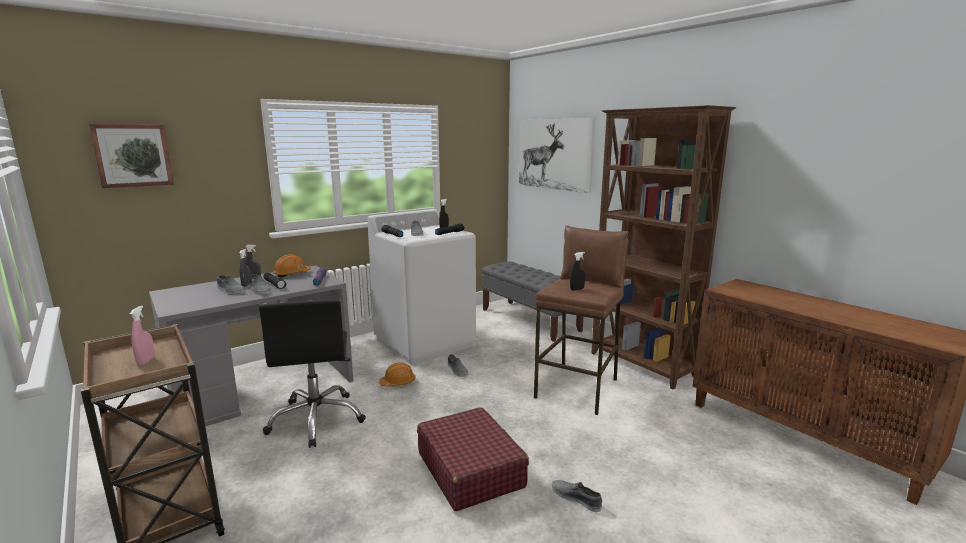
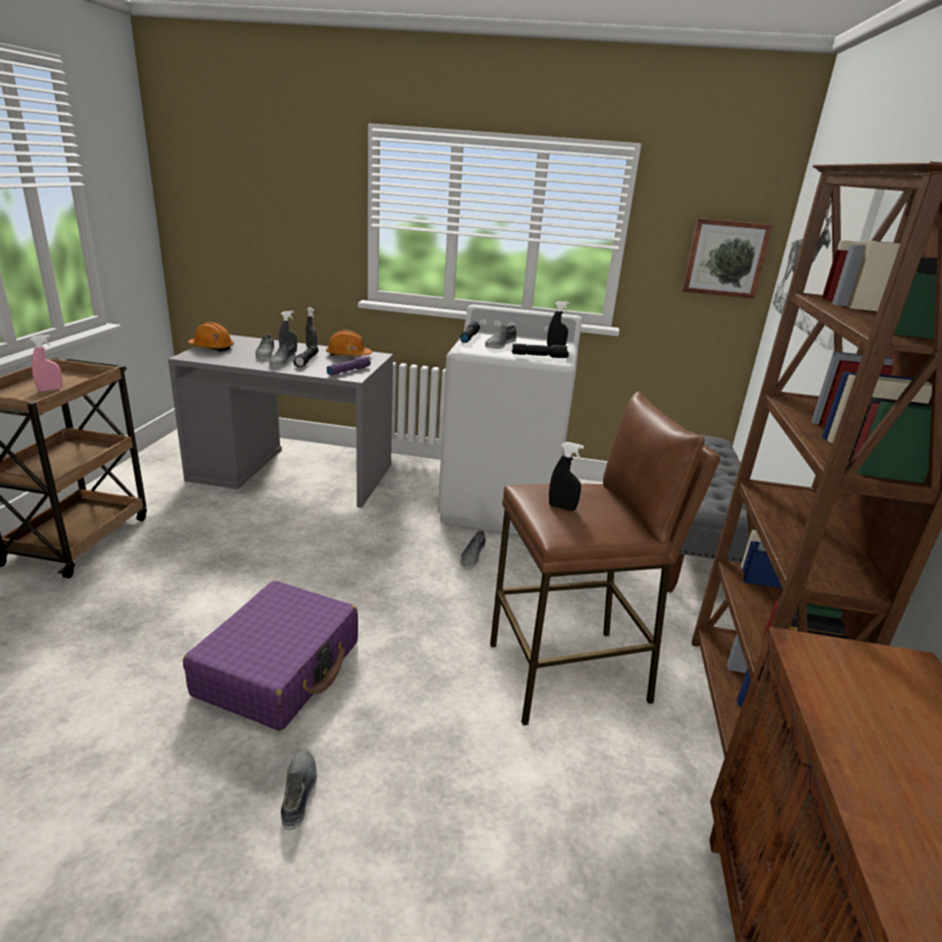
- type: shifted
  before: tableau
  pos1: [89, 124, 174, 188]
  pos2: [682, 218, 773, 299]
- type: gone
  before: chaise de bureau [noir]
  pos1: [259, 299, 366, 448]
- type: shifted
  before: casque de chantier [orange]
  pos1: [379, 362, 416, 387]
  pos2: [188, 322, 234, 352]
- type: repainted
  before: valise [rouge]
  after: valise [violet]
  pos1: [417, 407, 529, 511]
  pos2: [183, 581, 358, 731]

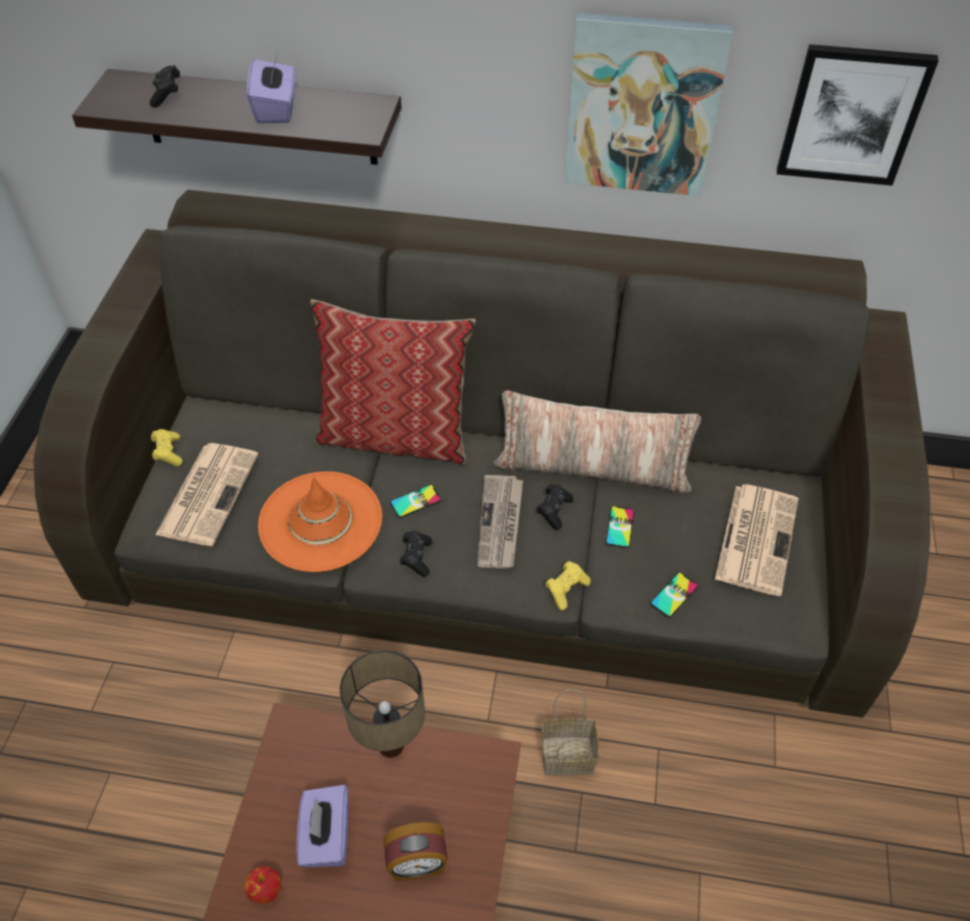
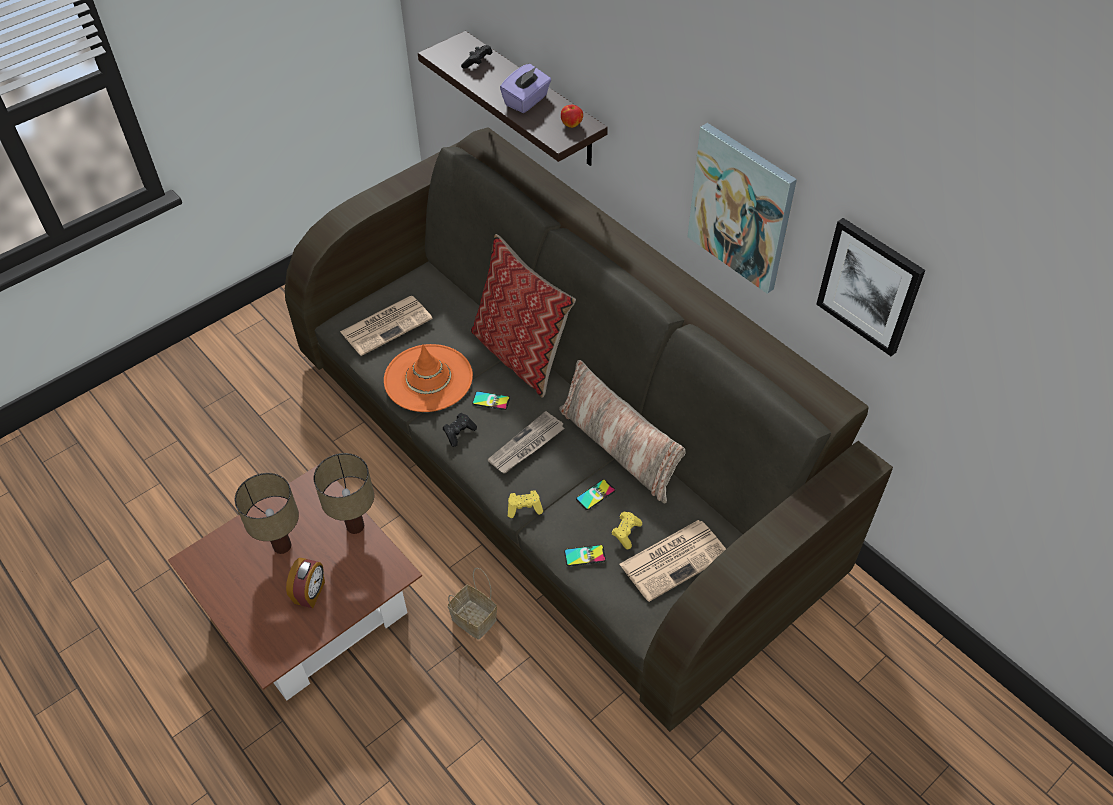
- type: shifted
  before: manette [jaune]
  pos1: [151, 429, 183, 466]
  pos2: [612, 512, 642, 549]
- type: shifted
  before: pomme
  pos1: [244, 866, 281, 904]
  pos2: [561, 105, 583, 128]
- type: swapped
  before: boîte à mouchoirs [violet]
  after: lampe de table
  pos1: [297, 785, 349, 868]
  pos2: [235, 473, 299, 554]
- type: rotated
  before: réveil
  pos1: [383, 822, 448, 882]
  pos2: [286, 558, 325, 608]
  turn: -105
- type: gone
  before: manette [noir]
  pos1: [536, 484, 573, 530]

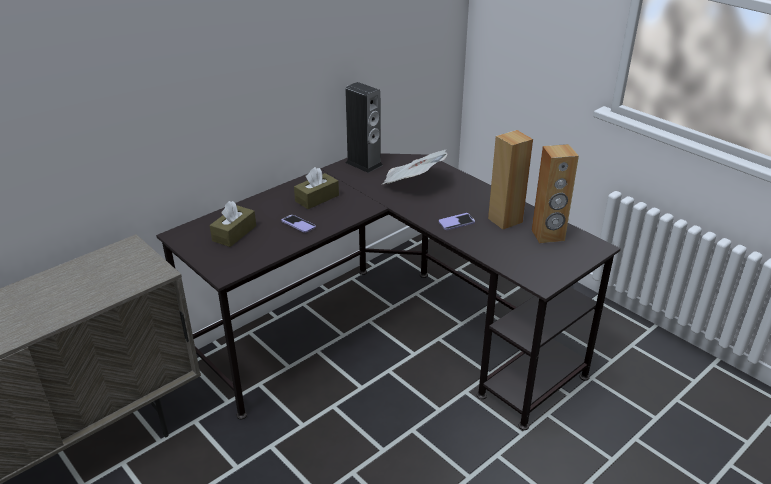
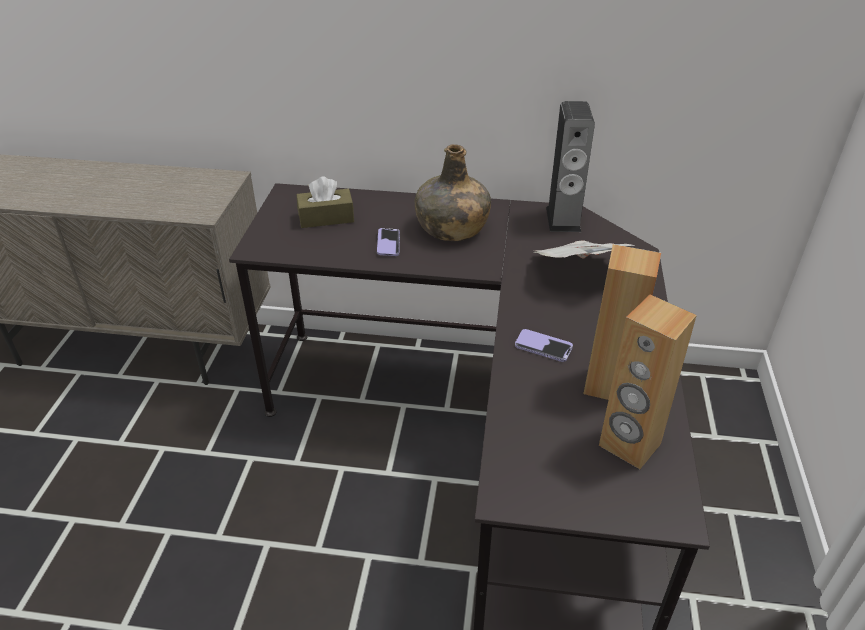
- type: swapped
  before: boîte à mouchoirs [marron]
  after: bouteille [vert]
  pos1: [294, 167, 339, 209]
  pos2: [415, 144, 491, 241]

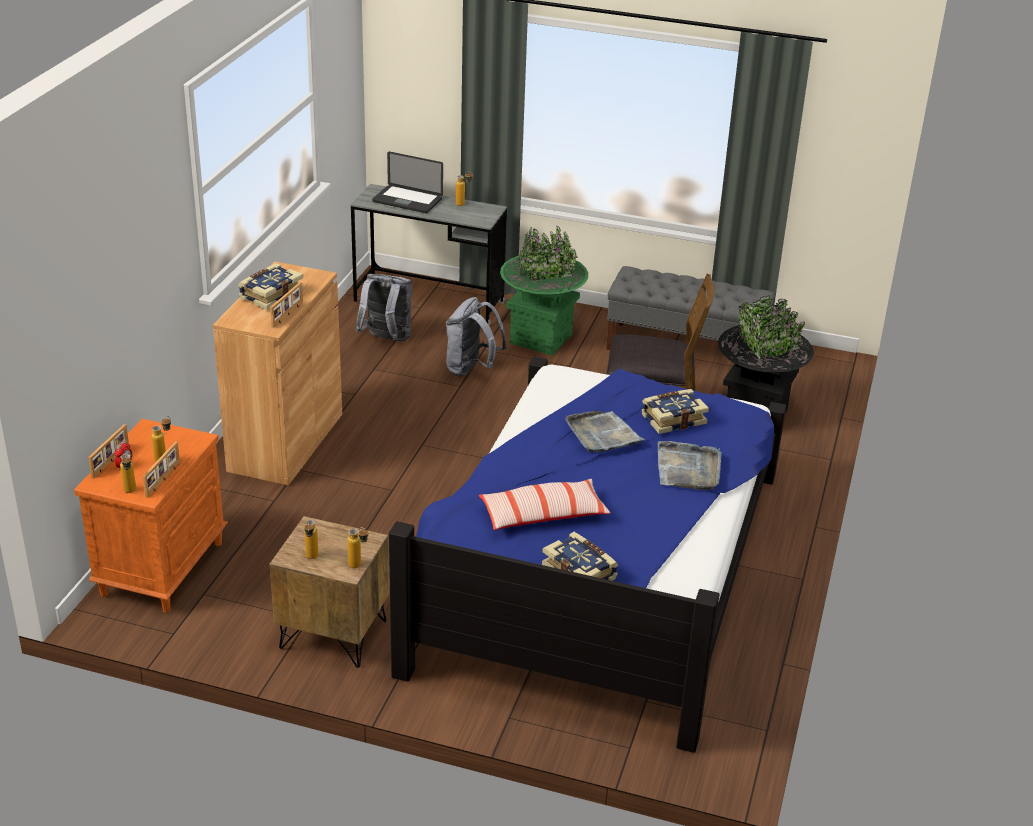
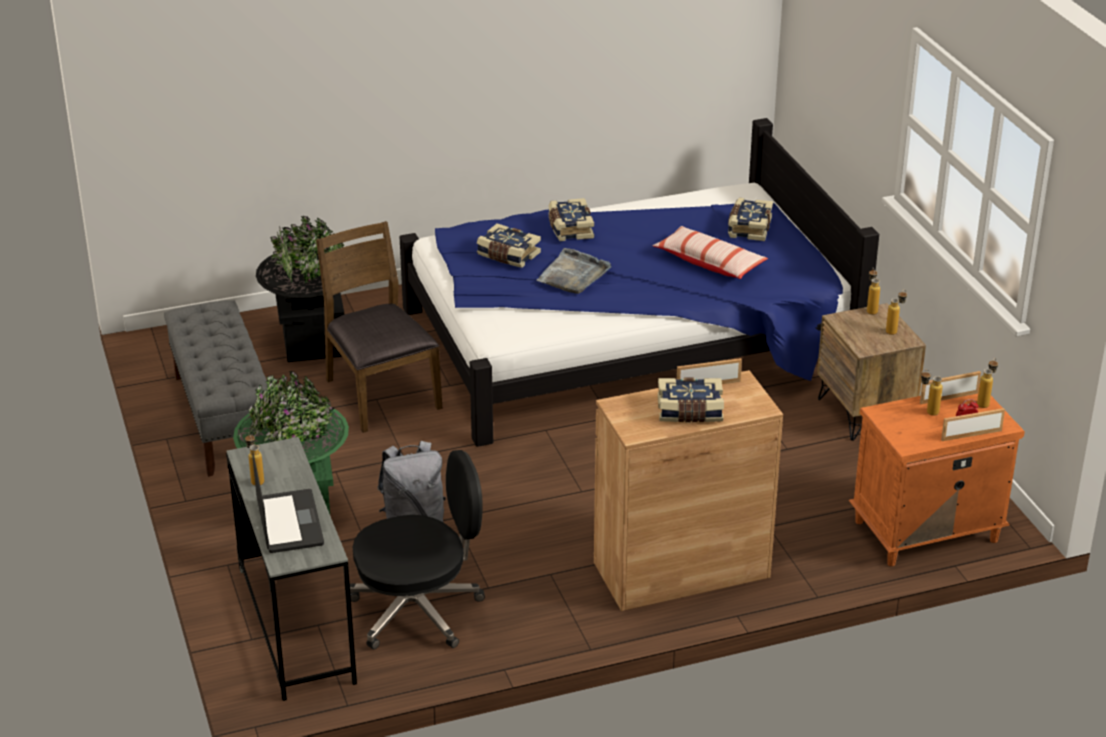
- type: swapped
  before: sac à dos [gris]
  after: chaise de bureau [noir]
  pos1: [356, 274, 412, 341]
  pos2: [350, 450, 485, 649]
- type: swapped
  before: plateau [gris]
  after: livre
  pos1: [658, 441, 722, 490]
  pos2: [549, 198, 594, 241]

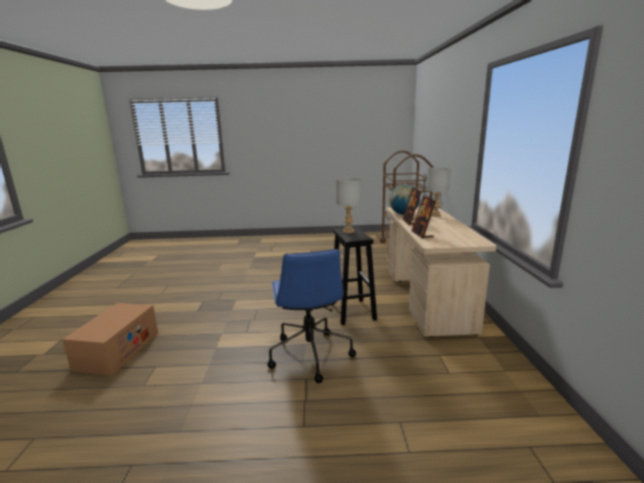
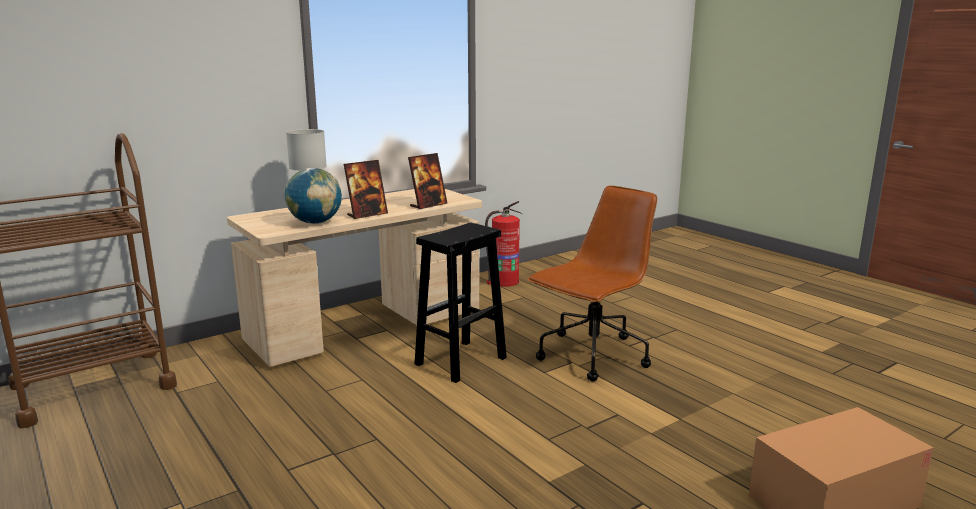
- type: repainted
  before: chaise de bureau [bleu]
  after: chaise de bureau [marron]
  pos1: [267, 249, 356, 383]
  pos2: [528, 186, 657, 381]
- type: gone
  before: lampe de table [gris]
  pos1: [336, 178, 361, 233]
- type: new
  after: extincteur
  pos2: [485, 201, 522, 287]

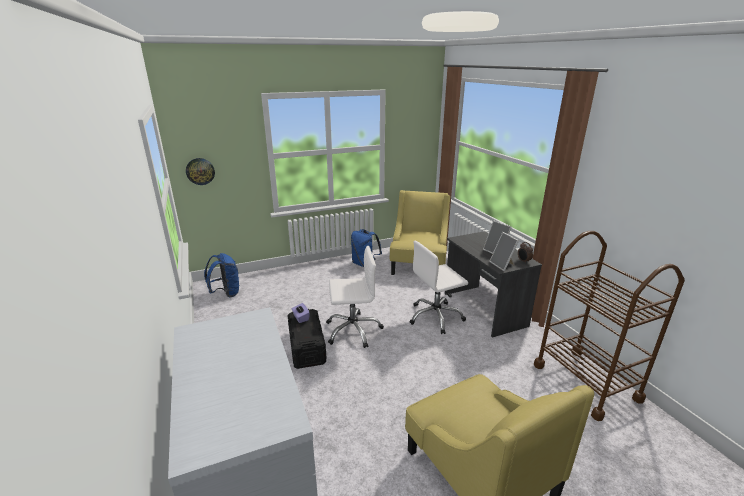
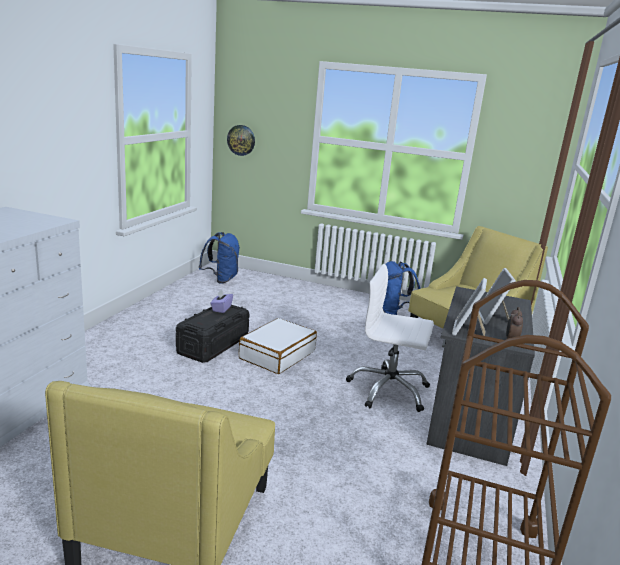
- type: swapped
  before: chaise de bureau [blanc]
  after: valise [blanc]
  pos1: [326, 246, 384, 348]
  pos2: [239, 318, 317, 374]

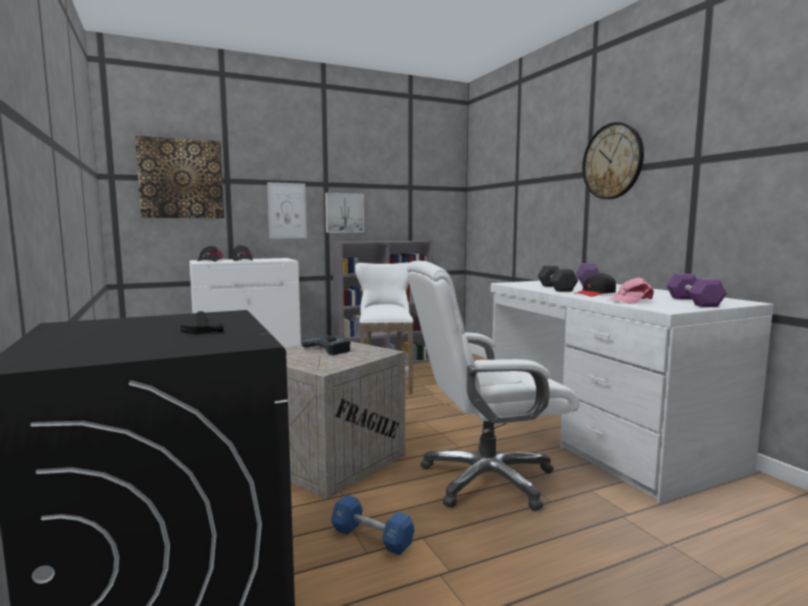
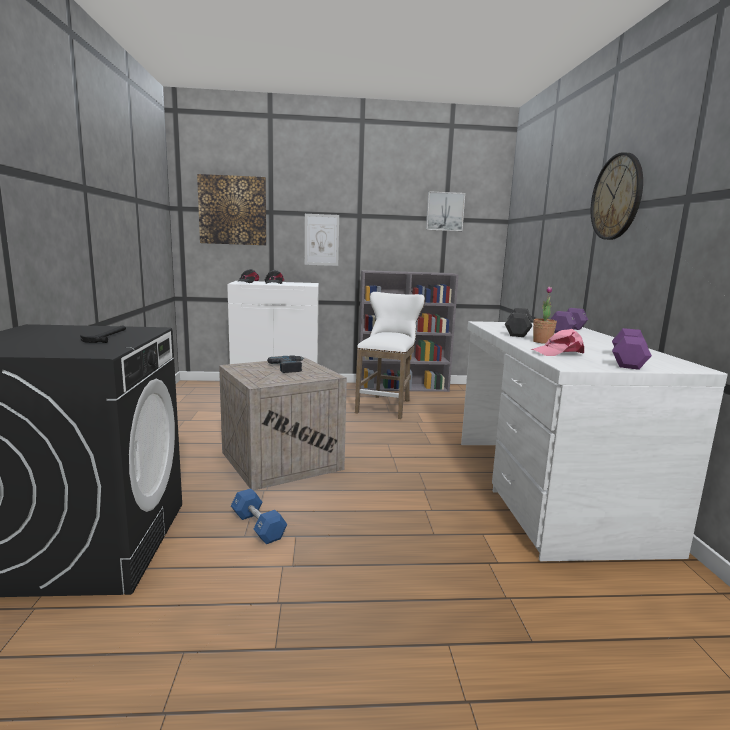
- type: shifted
  before: tableau
  pos1: [325, 193, 364, 233]
  pos2: [426, 191, 465, 231]
- type: gone
  before: chaise de bureau [blanc]
  pos1: [407, 261, 579, 511]
- type: swapped
  before: casquette [noir]
  after: plante en pot
  pos1: [574, 273, 616, 296]
  pos2: [533, 286, 557, 344]

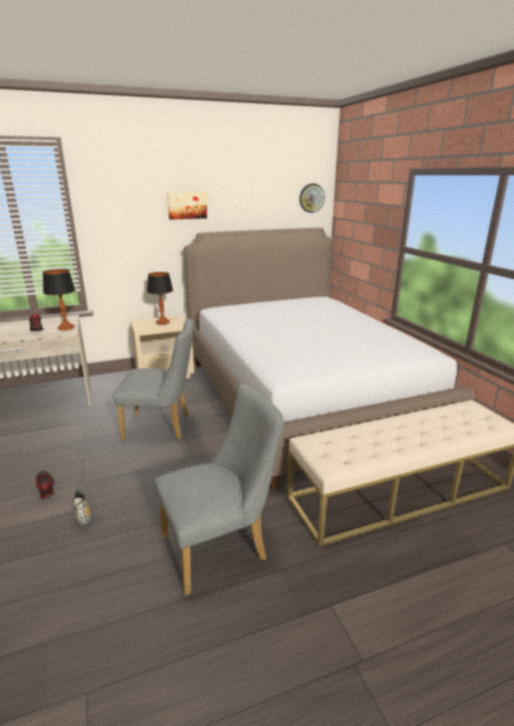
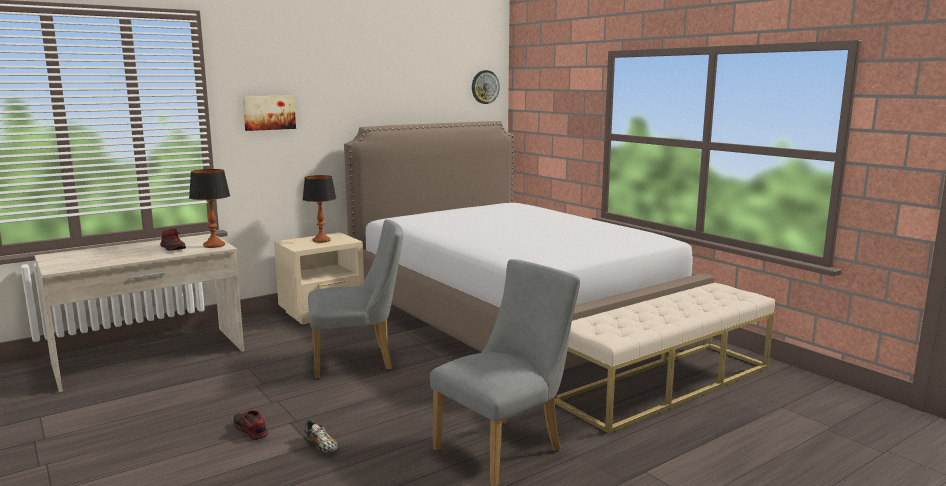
- type: shifted
  before: tableau
  pos1: [167, 192, 207, 220]
  pos2: [243, 96, 296, 131]

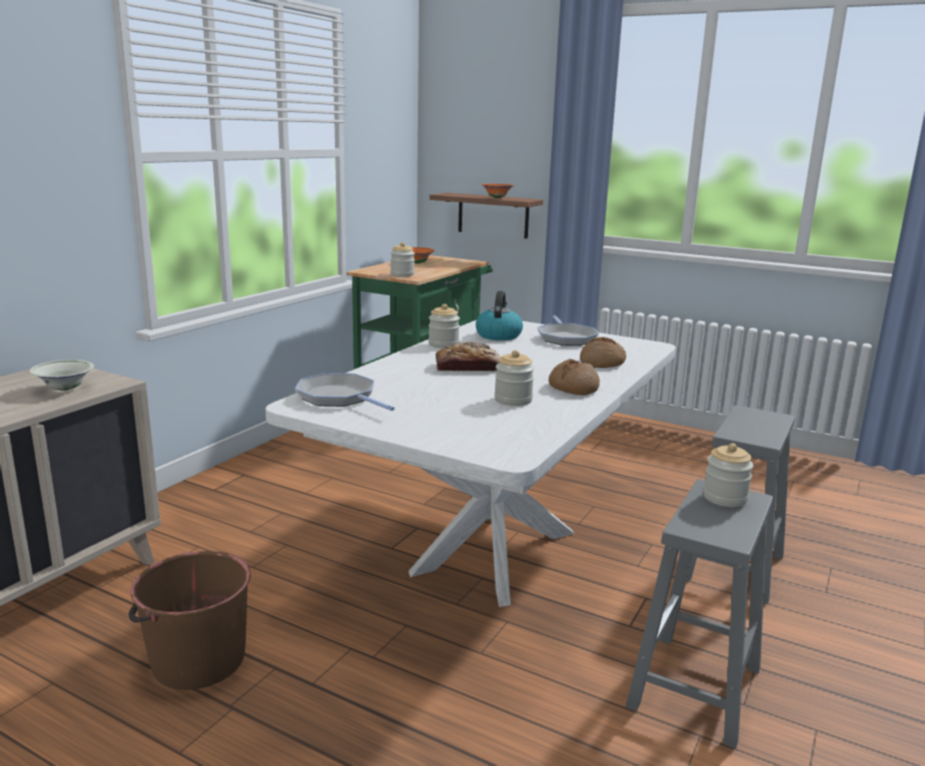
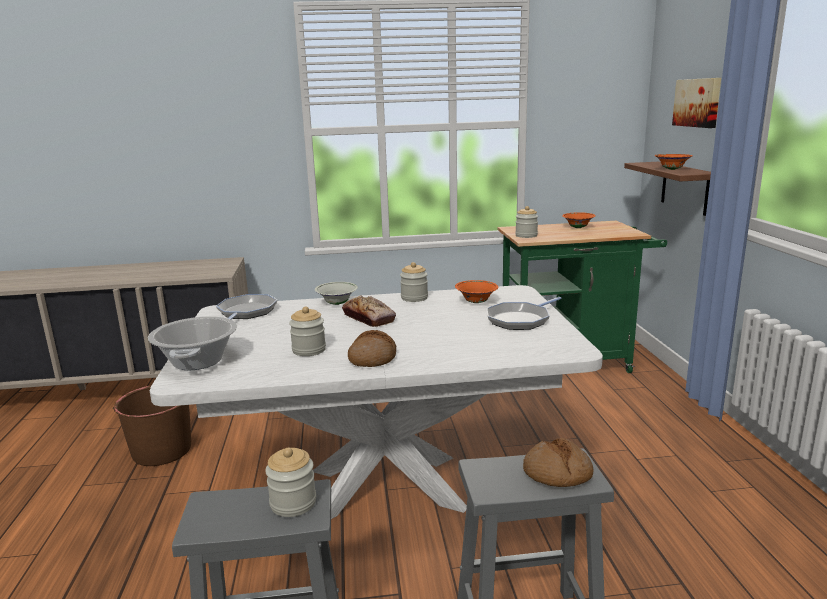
- type: shifted
  before: bol [blanc]
  pos1: [30, 360, 94, 391]
  pos2: [315, 282, 358, 305]
- type: swapped
  before: bouilloire
  after: bol [orange]
  pos1: [476, 291, 523, 341]
  pos2: [455, 280, 498, 303]
- type: shifted
  before: pain
  pos1: [580, 337, 626, 368]
  pos2: [523, 438, 593, 487]
- type: new
  after: marmite
  pos2: [148, 316, 237, 370]
- type: new
  after: tableau
  pos2: [672, 78, 721, 128]

